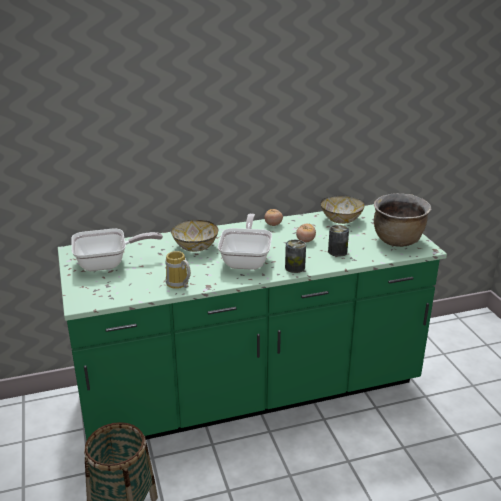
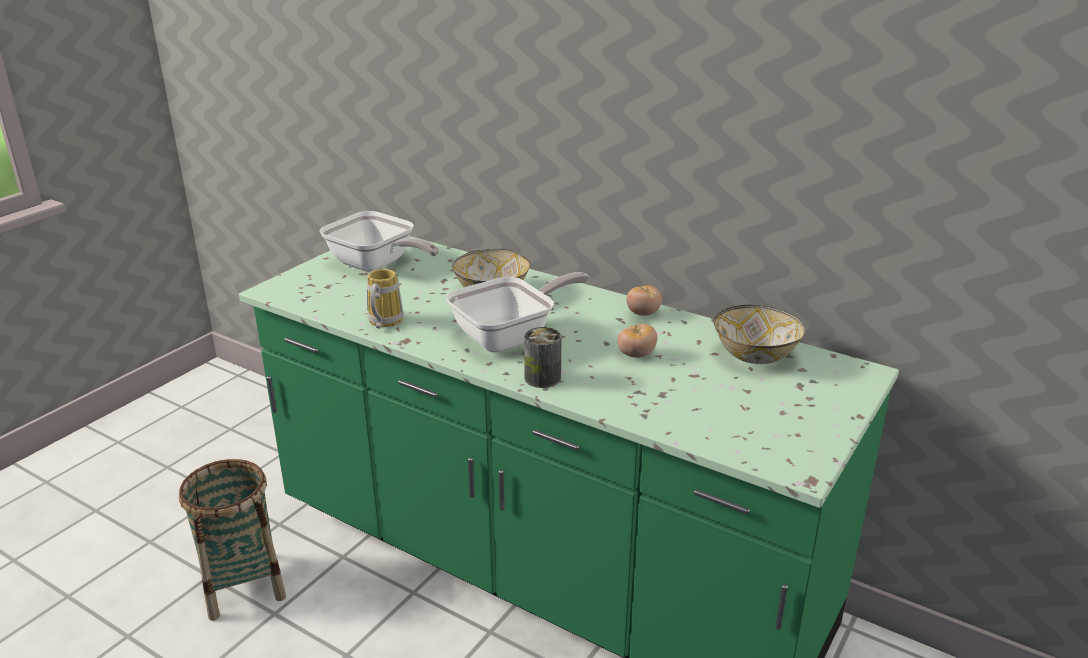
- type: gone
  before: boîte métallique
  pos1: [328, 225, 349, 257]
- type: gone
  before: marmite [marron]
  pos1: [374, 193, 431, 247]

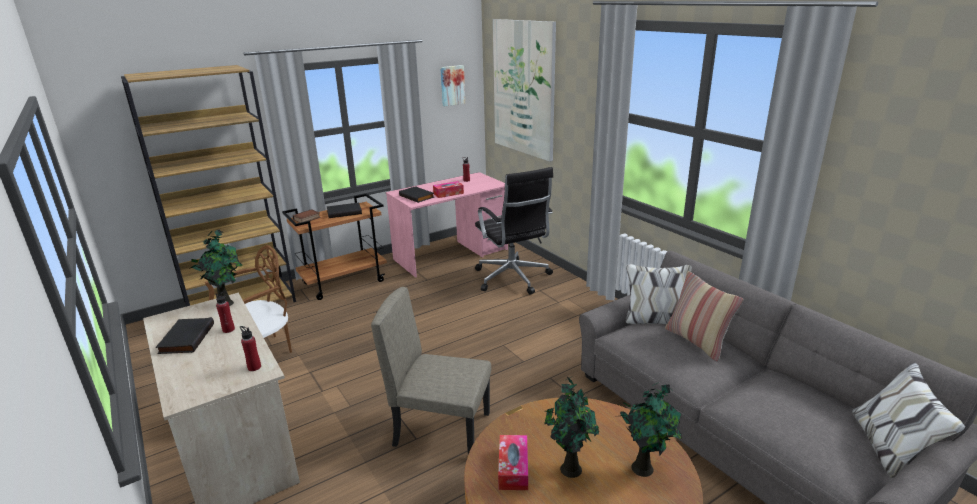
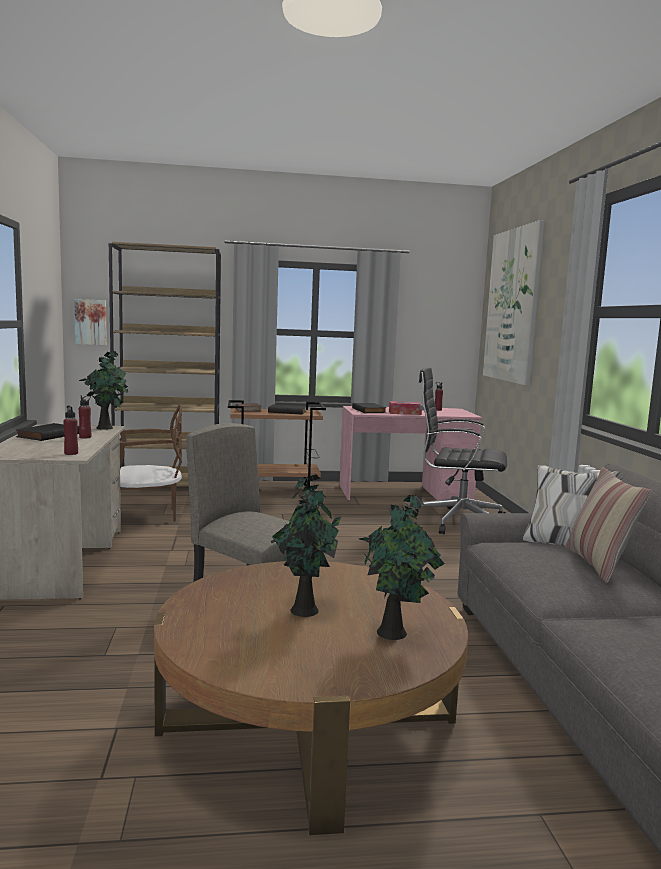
- type: shifted
  before: tableau
  pos1: [440, 65, 465, 106]
  pos2: [74, 299, 107, 345]
- type: rotated
  before: chaise de bureau [noir]
  pos1: [475, 167, 553, 294]
  pos2: [410, 367, 507, 534]
  turn: 105
- type: gone
  before: boîte à mouchoirs
  pos1: [498, 435, 528, 490]

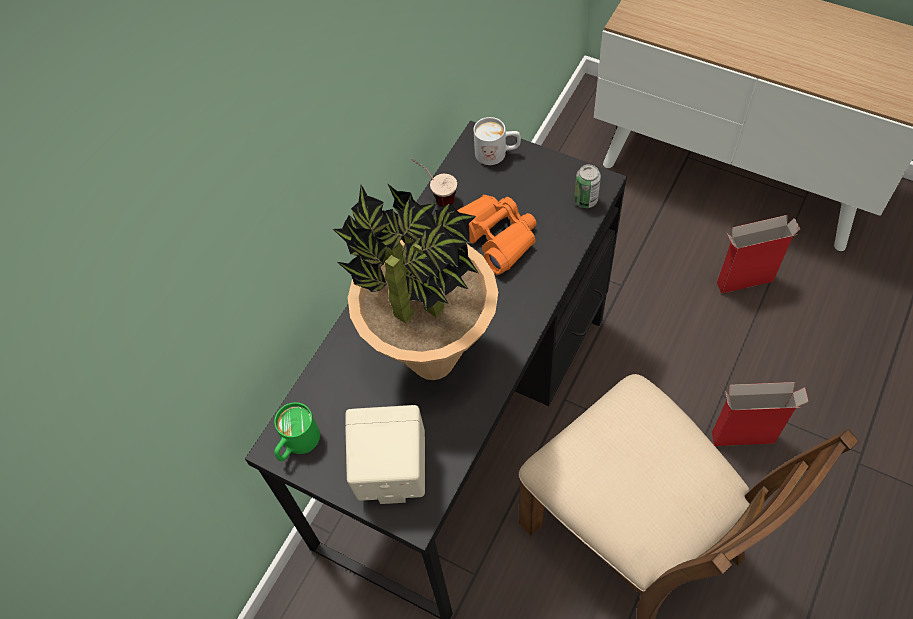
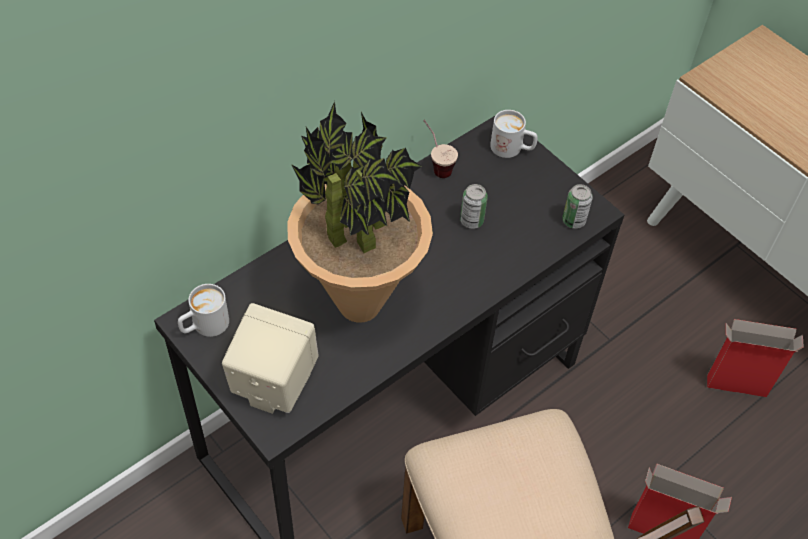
- type: repainted
  before: mug [vert]
  after: mug [blanc]
  pos1: [274, 402, 320, 461]
  pos2: [178, 284, 229, 337]
- type: swapped
  before: jumelles [orange]
  after: boîte métallique
  pos1: [457, 195, 537, 275]
  pos2: [460, 184, 488, 229]

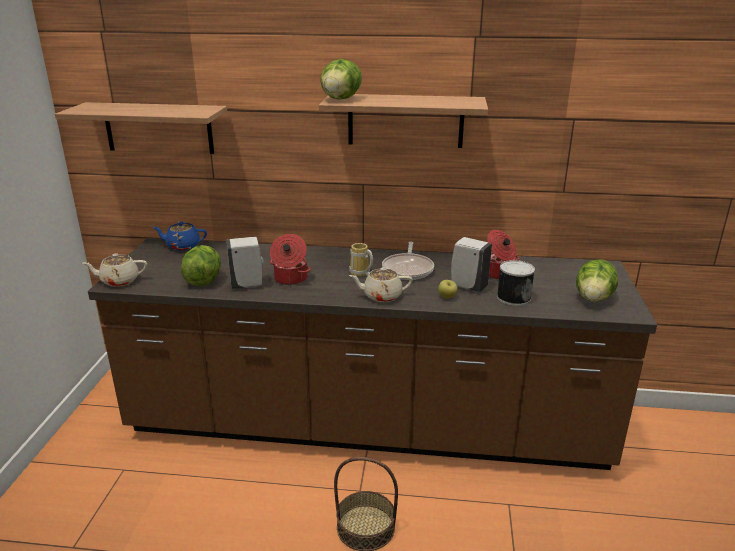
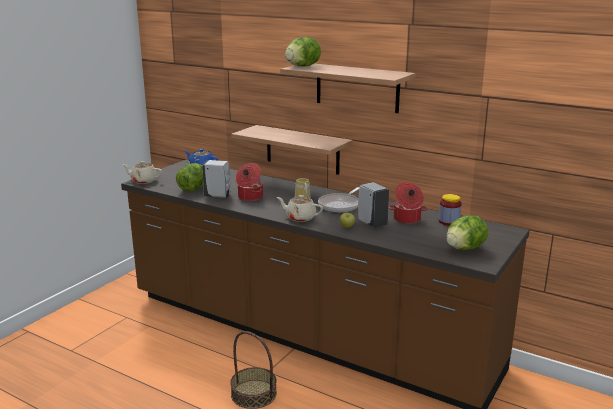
- type: shifted
  before: étagère
  pos1: [55, 102, 227, 154]
  pos2: [231, 125, 353, 175]
- type: gone
  before: boîte métallique
  pos1: [497, 260, 535, 306]
- type: new
  after: bocal
  pos2: [439, 194, 462, 226]

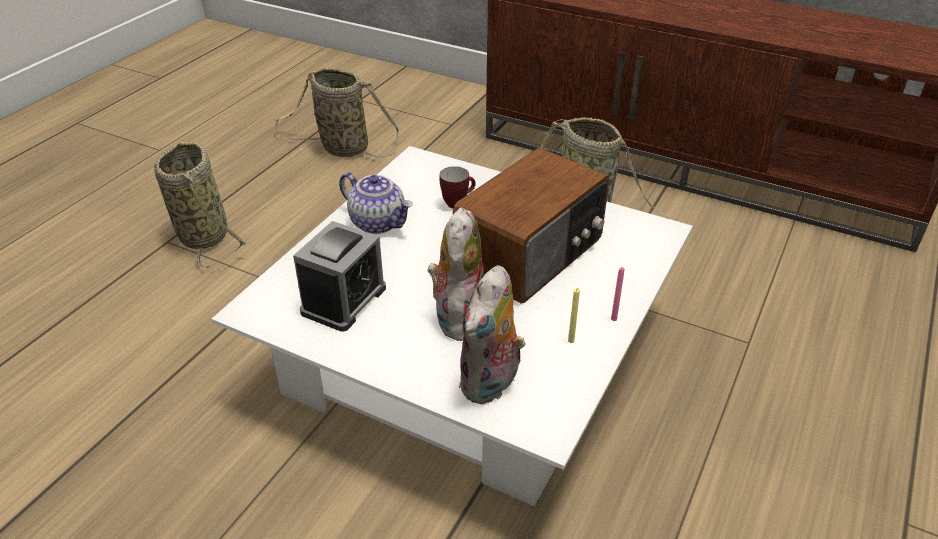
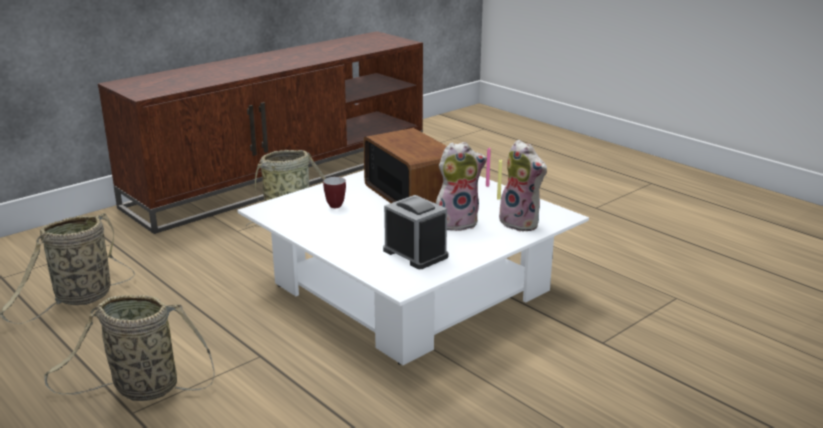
- type: gone
  before: théière
  pos1: [339, 172, 413, 234]
- type: rotated
  before: peluche
  pos1: [428, 207, 484, 341]
  pos2: [436, 142, 487, 231]
  turn: 135

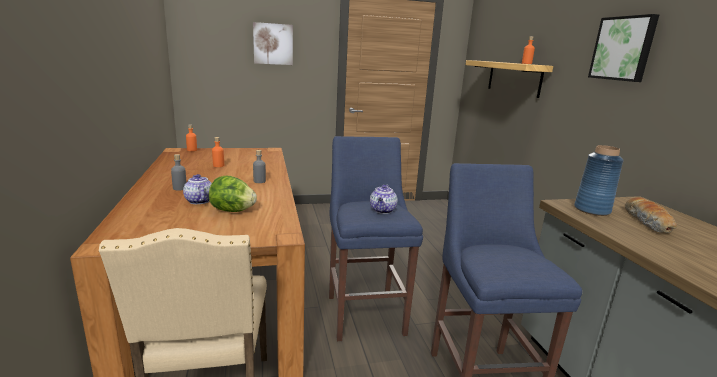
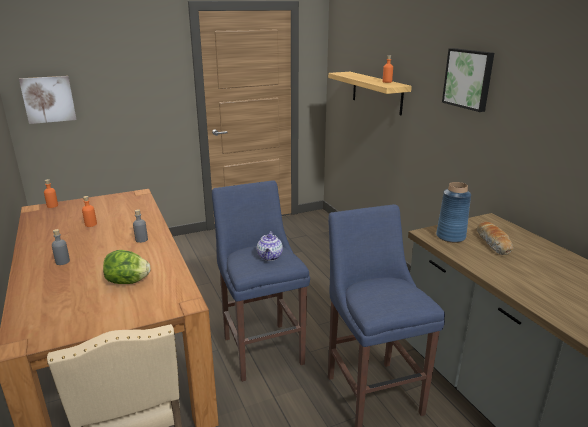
- type: gone
  before: théière
  pos1: [183, 174, 212, 204]
- type: shifted
  before: tableau
  pos1: [253, 22, 293, 65]
  pos2: [19, 76, 77, 124]

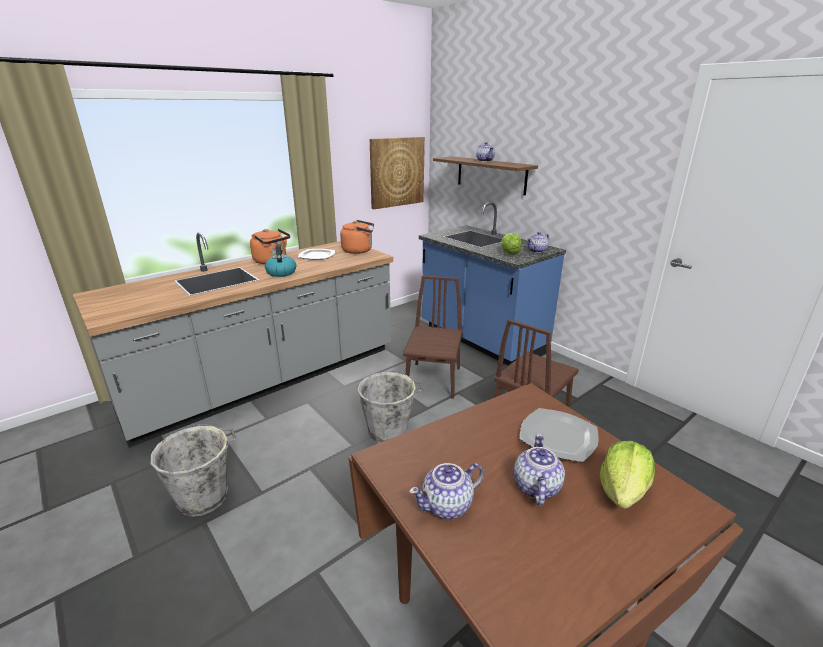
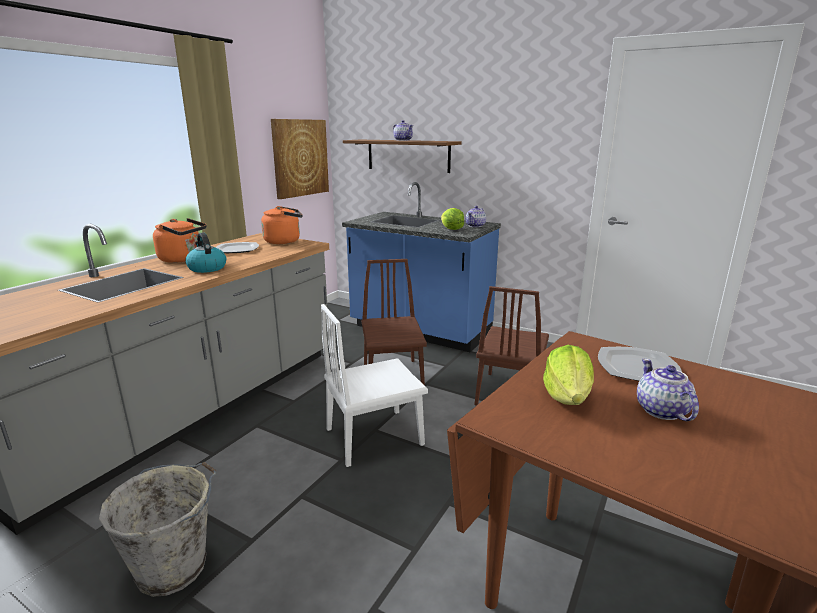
- type: swapped
  before: seau [gris]
  after: chaise [blanc]
  pos1: [357, 371, 423, 443]
  pos2: [321, 304, 428, 467]
- type: gone
  before: théière
  pos1: [409, 463, 484, 519]
- type: shifted
  before: laitue
  pos1: [600, 441, 655, 509]
  pos2: [543, 345, 594, 405]

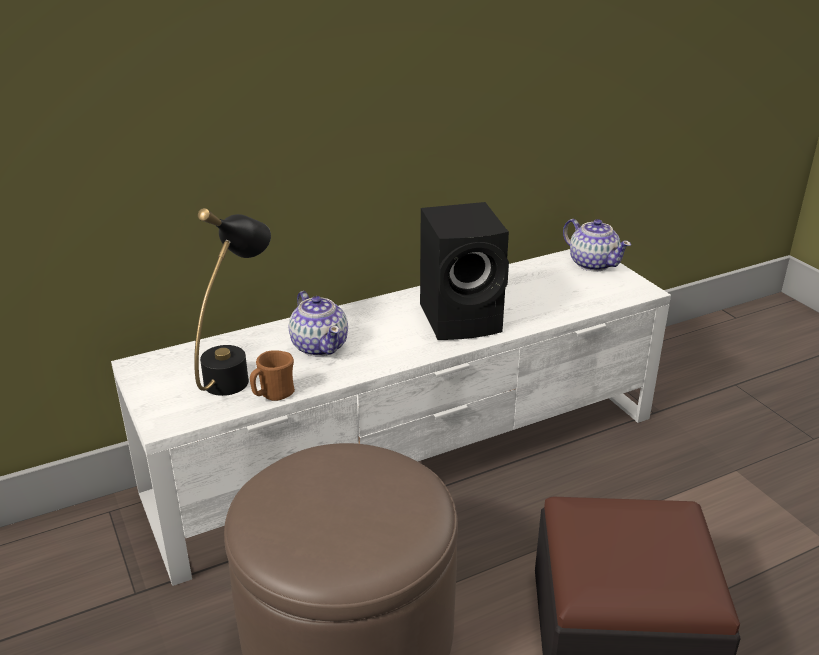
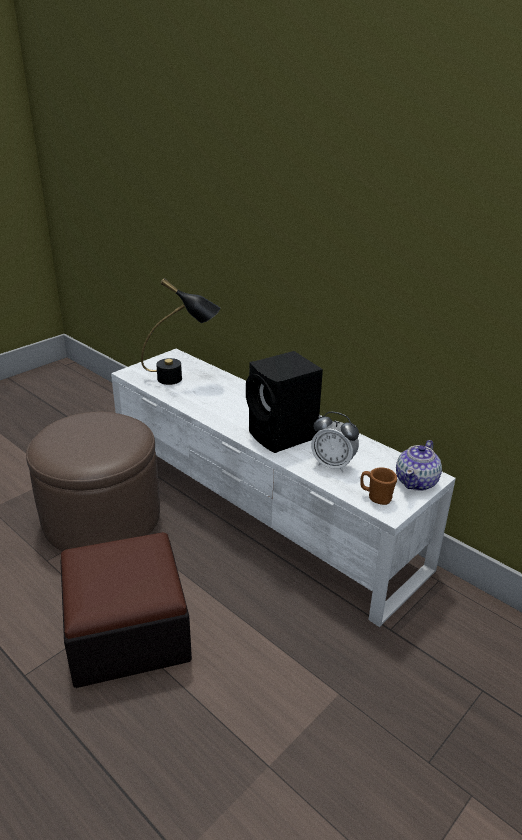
- type: shifted
  before: mug [marron]
  pos1: [250, 350, 295, 401]
  pos2: [360, 468, 397, 505]
- type: gone
  before: théière
  pos1: [289, 291, 348, 357]
- type: new
  after: réveil
  pos2: [311, 412, 359, 472]

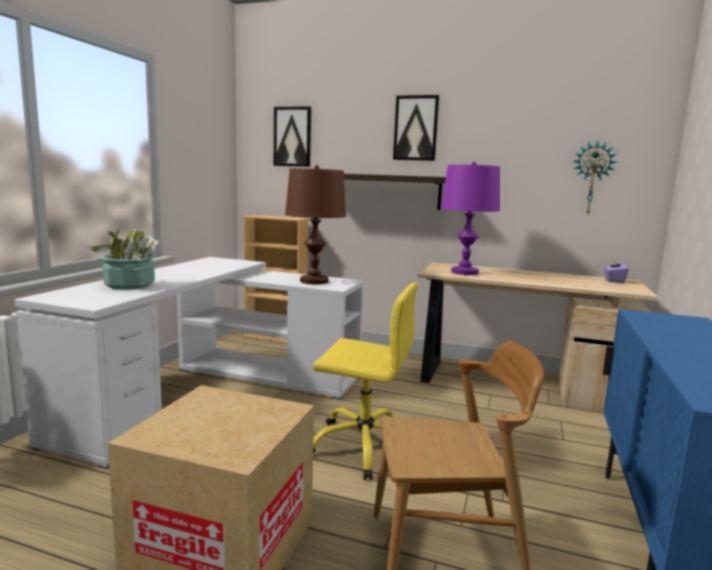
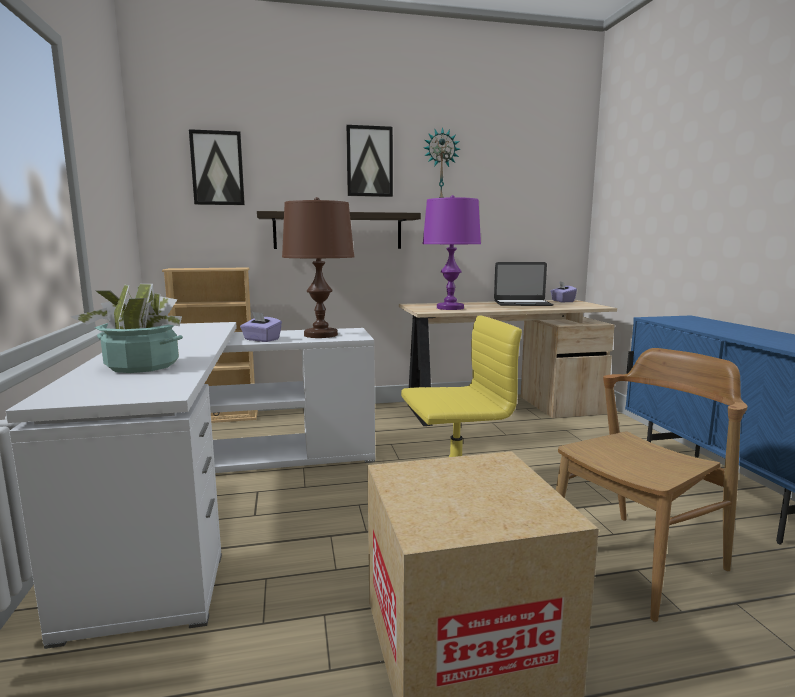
- type: shifted
  before: horloge murale
  pos1: [573, 140, 617, 214]
  pos2: [424, 127, 460, 198]
- type: new
  after: boîte à mouchoirs [violet]
  pos2: [240, 312, 282, 342]
- type: new
  after: ordinateur portable
  pos2: [494, 262, 554, 306]

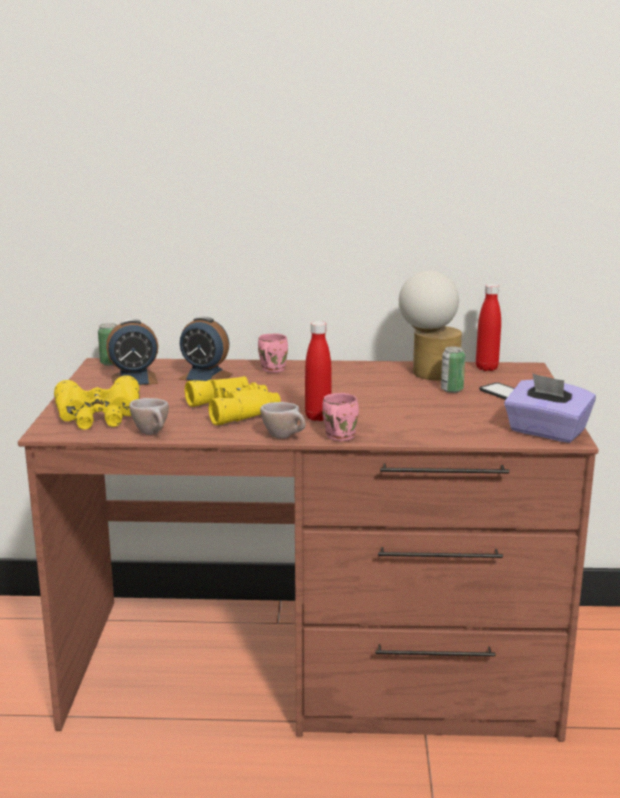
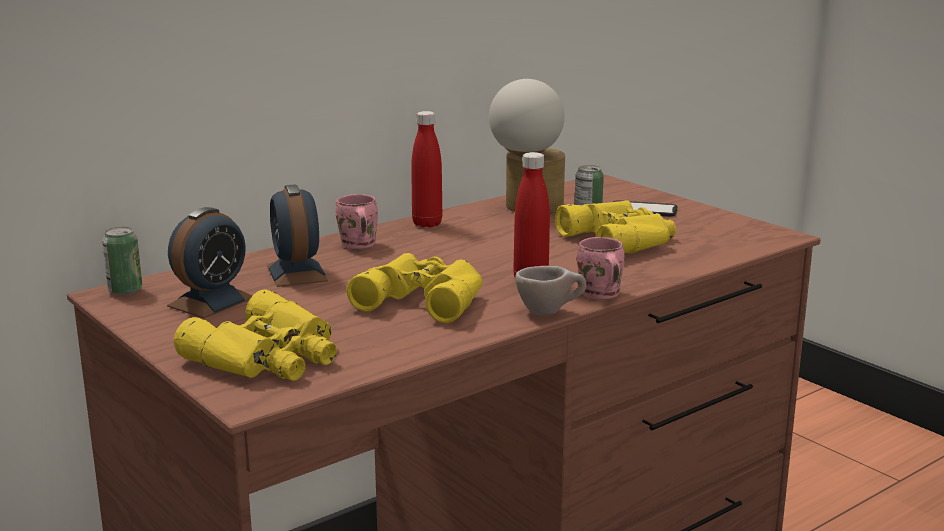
- type: gone
  before: tasse [beige]
  pos1: [129, 398, 169, 435]
- type: rotated
  before: réveil
  pos1: [179, 316, 233, 381]
  pos2: [267, 184, 328, 287]
  turn: 90
- type: shifted
  before: bouteille [rouge]
  pos1: [476, 284, 501, 371]
  pos2: [411, 111, 442, 227]
- type: gone
  before: boîte à mouchoirs [violet]
  pos1: [504, 373, 596, 443]
- type: new
  after: jumelles [jaune]
  pos2: [555, 200, 676, 254]

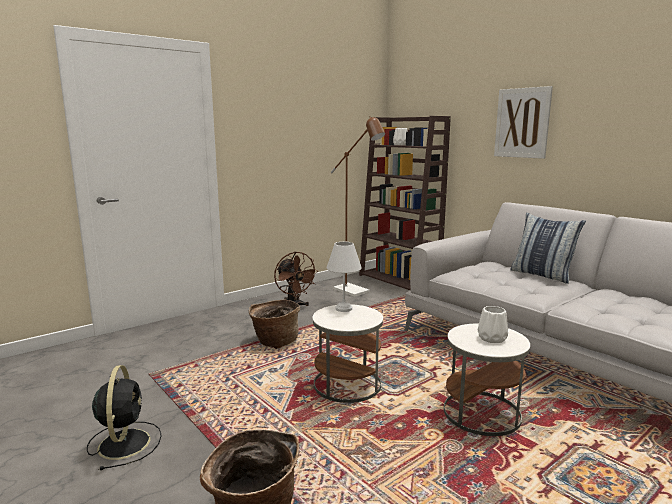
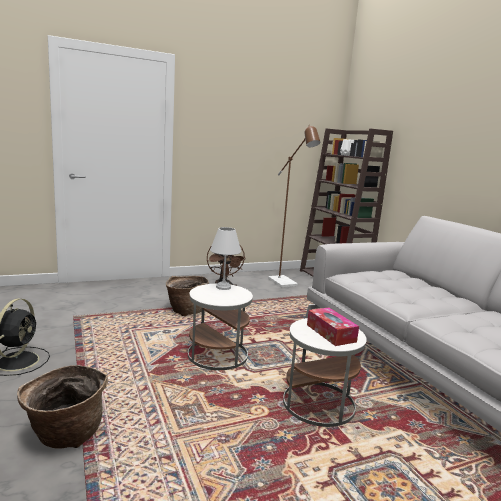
- type: swapped
  before: vase [blanc]
  after: boîte à mouchoirs
  pos1: [478, 306, 508, 343]
  pos2: [307, 308, 359, 346]
- type: gone
  before: tableau
  pos1: [494, 86, 553, 159]
- type: gone
  before: coussin
  pos1: [510, 213, 586, 284]

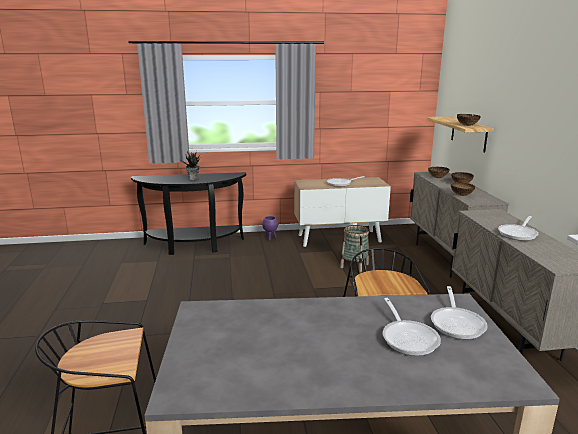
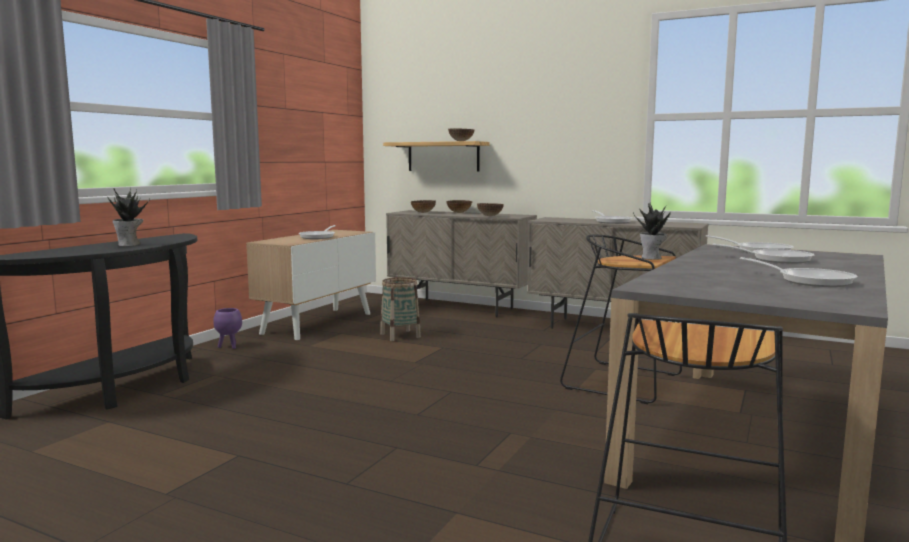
- type: new
  after: plante en pot
  pos2: [633, 203, 671, 260]
- type: new
  after: poêle
  pos2: [740, 257, 857, 287]

